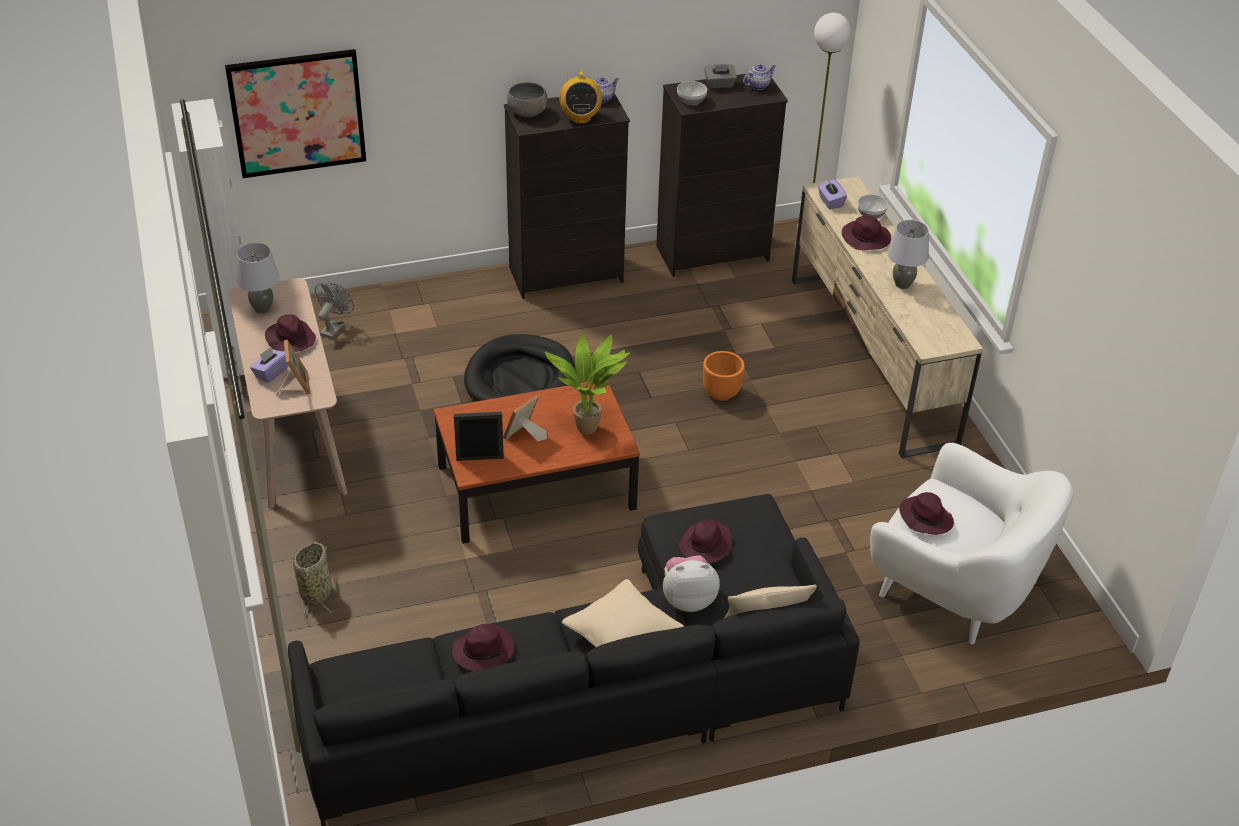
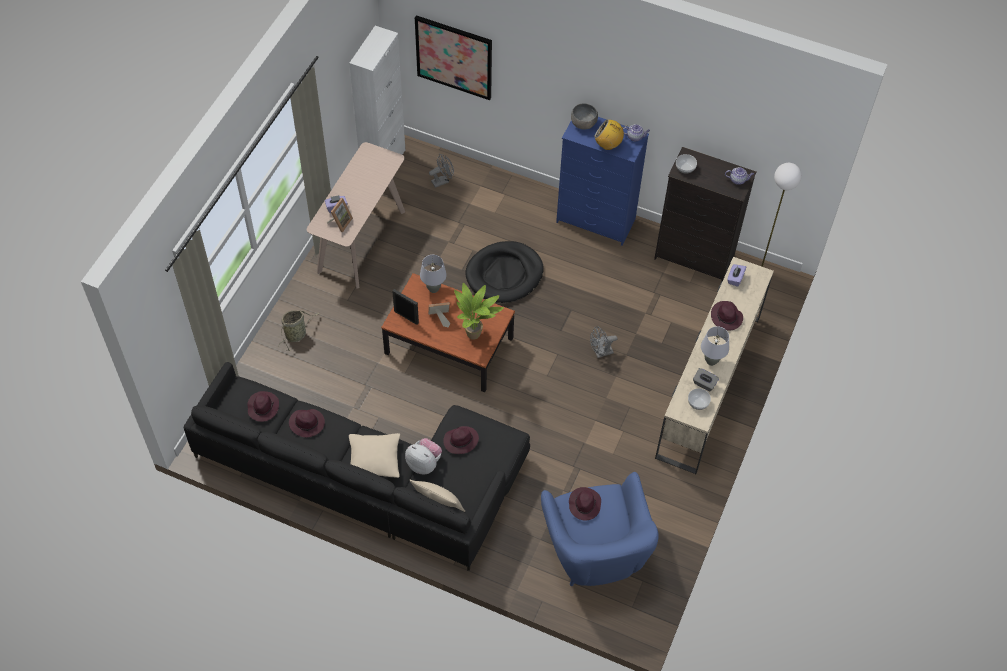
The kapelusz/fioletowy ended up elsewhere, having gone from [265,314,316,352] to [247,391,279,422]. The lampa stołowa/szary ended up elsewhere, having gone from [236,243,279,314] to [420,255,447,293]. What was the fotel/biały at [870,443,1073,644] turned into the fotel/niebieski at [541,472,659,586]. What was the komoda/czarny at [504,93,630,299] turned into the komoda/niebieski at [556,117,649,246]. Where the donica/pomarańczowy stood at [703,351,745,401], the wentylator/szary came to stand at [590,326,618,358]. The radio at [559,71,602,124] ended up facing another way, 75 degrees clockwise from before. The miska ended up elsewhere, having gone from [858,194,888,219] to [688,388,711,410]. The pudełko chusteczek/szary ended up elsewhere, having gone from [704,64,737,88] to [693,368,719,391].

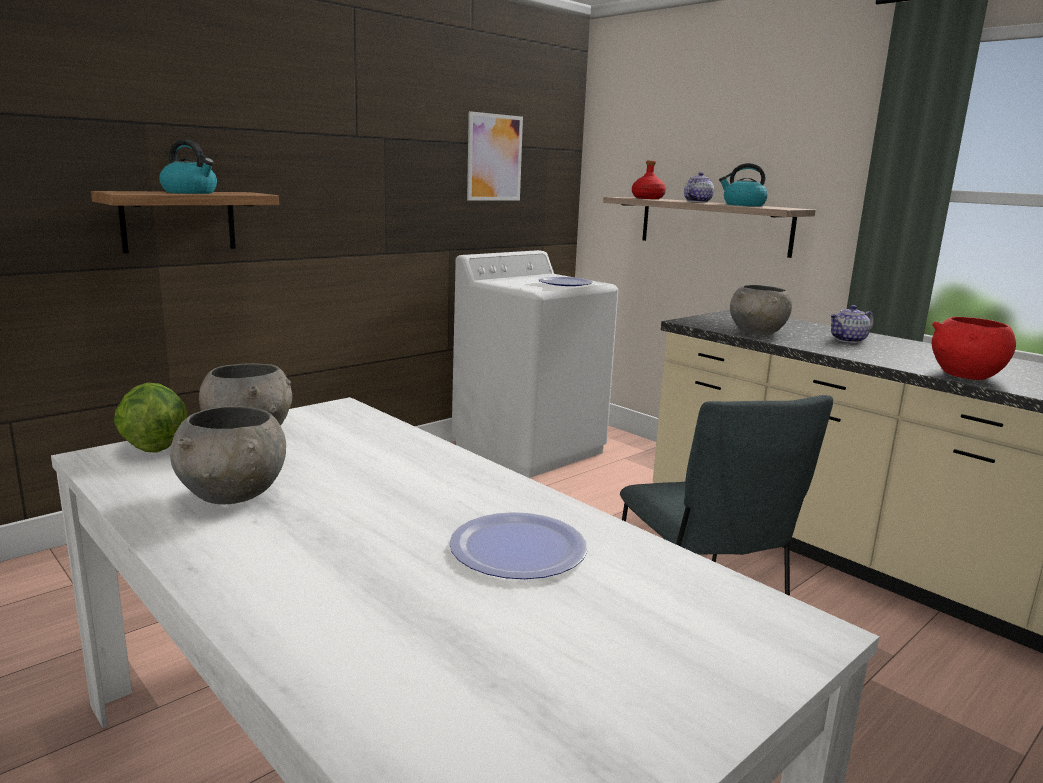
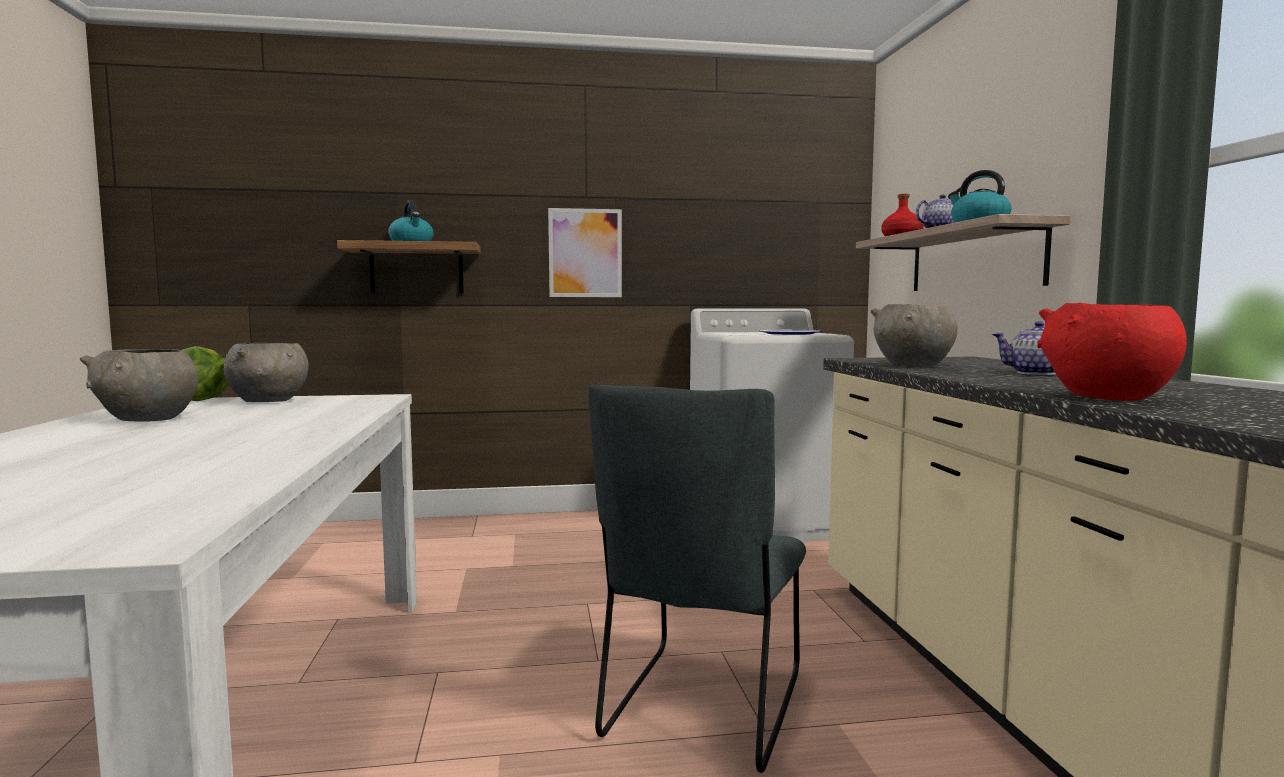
The obraz ended up elsewhere, having gone from [467,111,523,201] to [548,208,622,297]. The second view lost the talerz at [449,512,587,579].

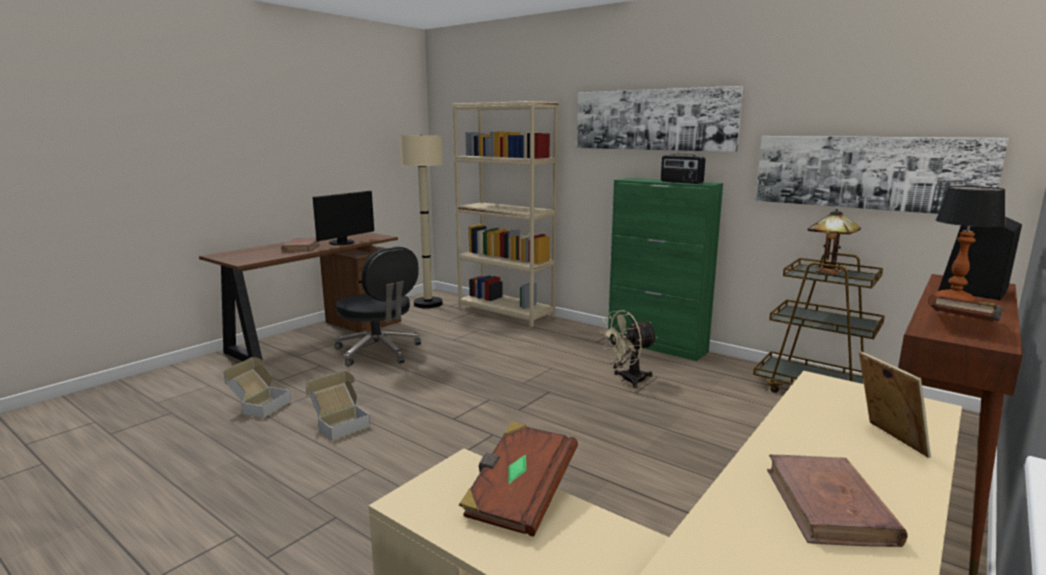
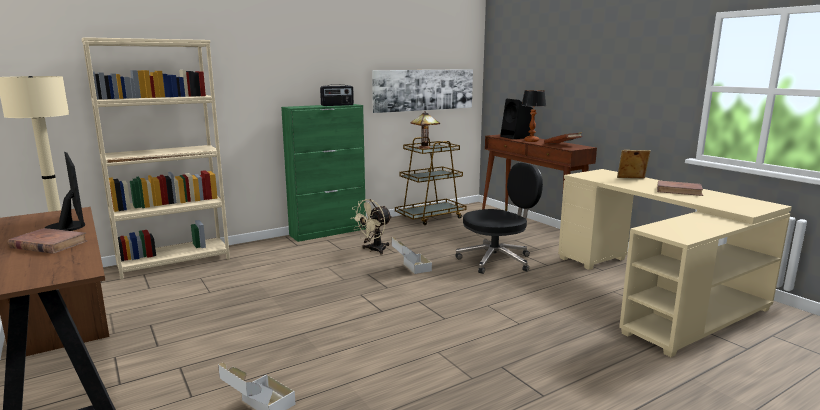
The wentylator/beżowy at [601,310,658,388] ended up facing another way, 45 degrees clockwise from before. The karton ended up elsewhere, having gone from [306,371,370,440] to [392,237,432,274]. The krzesło biurowe/czarny ended up elsewhere, having gone from [334,247,421,367] to [455,163,543,274]. The second view lost the książka/brązowy at [459,421,578,537]. The second view lost the obraz at [577,86,743,152].

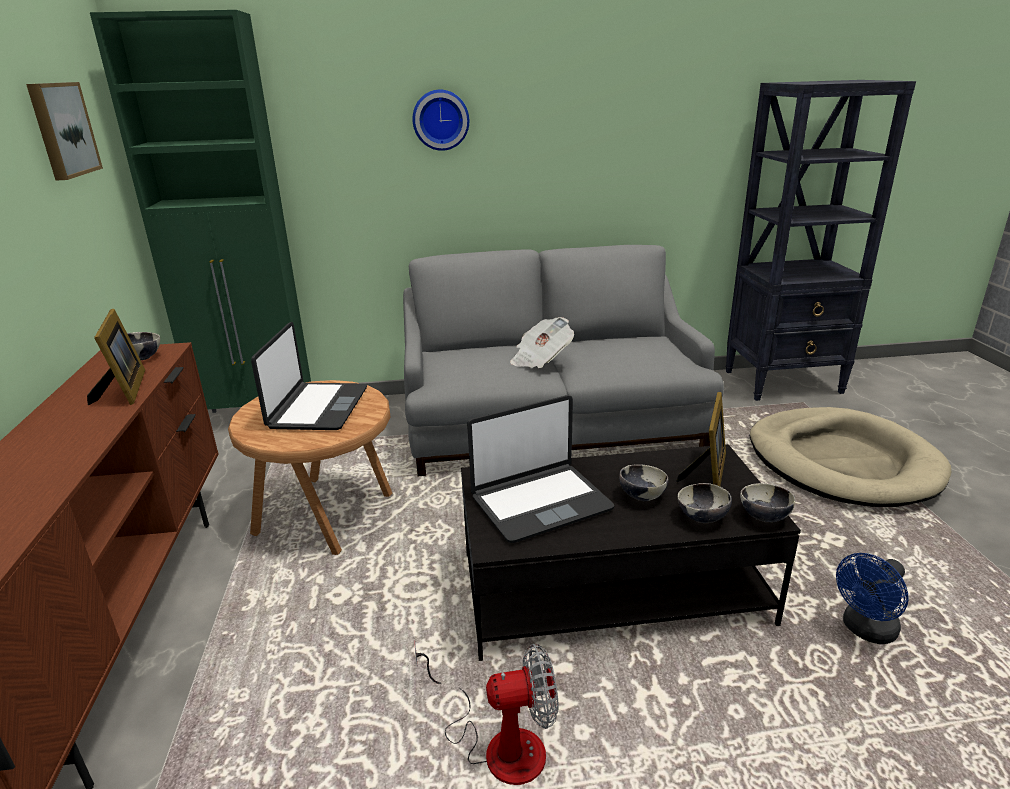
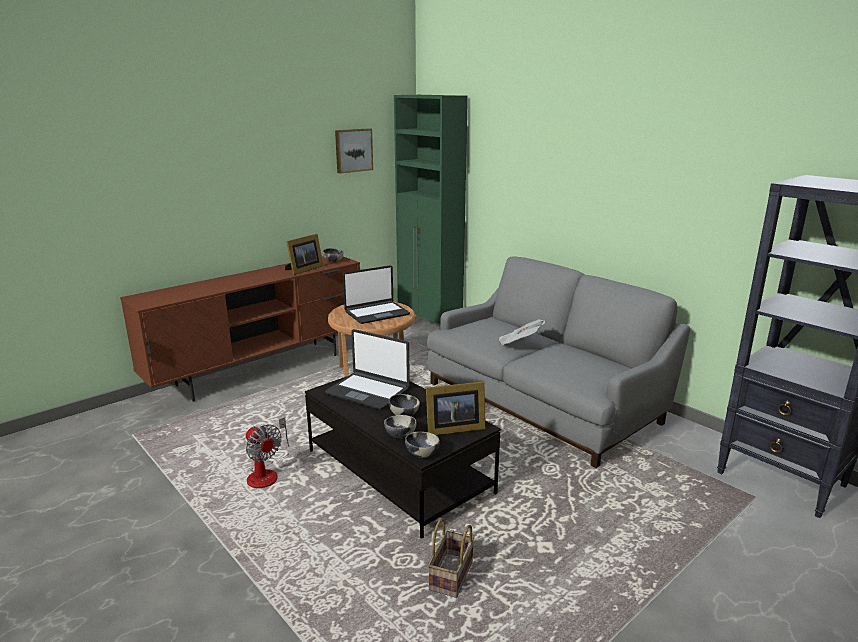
Where the wentylator/niebieski stood at [836,553,909,644], the koszyk came to stand at [428,518,474,598]. The second view lost the zegar ścienny at [412,90,469,151]. The second view lost the legowisko/beżowy at [750,407,951,507].

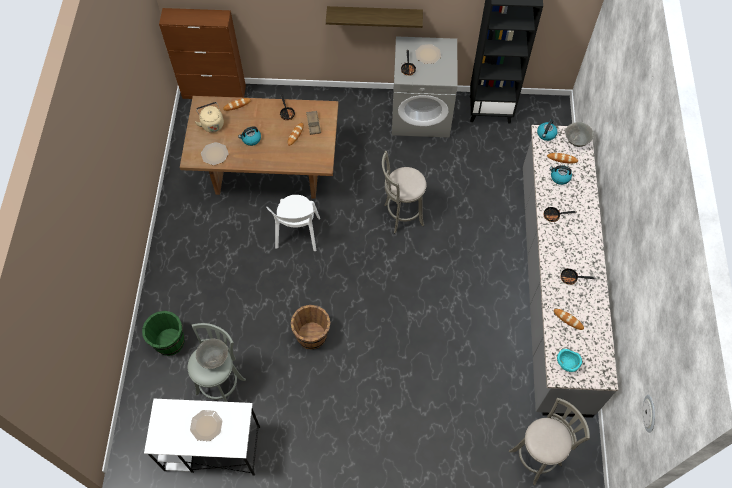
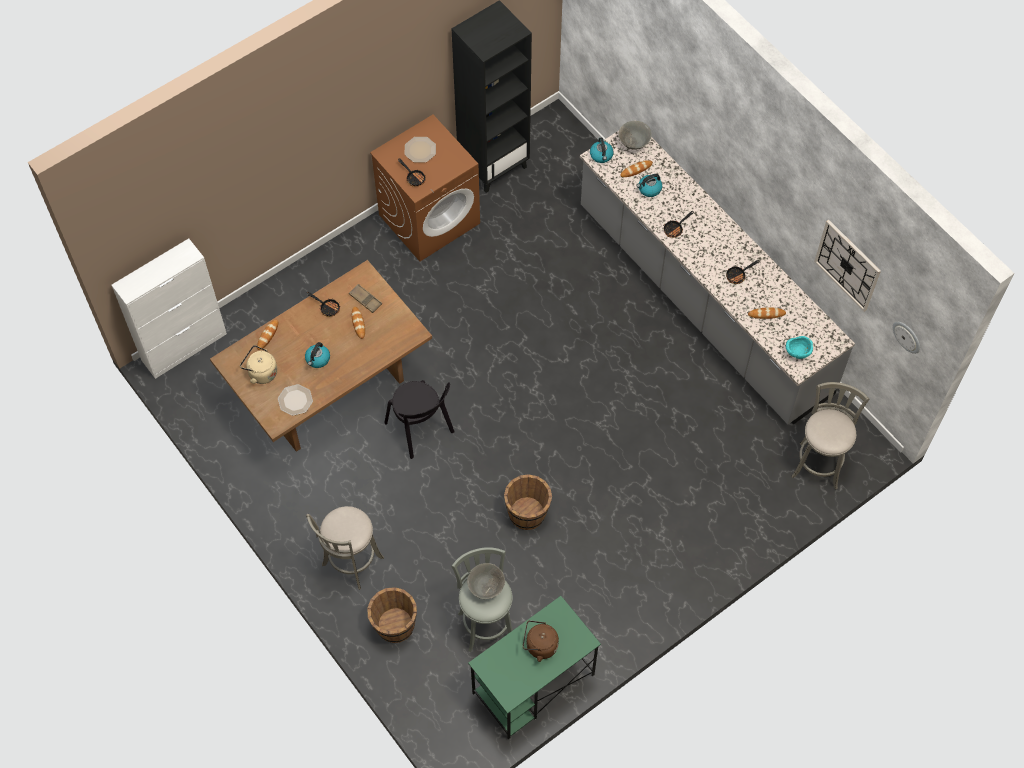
What was the szafka/brązowy at [159,8,246,99] turned into the szafka/biały at [112,238,227,379]. The stołek/szary ended up elsewhere, having gone from [382,151,426,234] to [306,506,384,590]. What was the wiadro/zielony at [142,311,185,356] turned into the wiadro/brązowy at [367,587,417,643]. What was the pralka/szary at [392,36,458,138] turned into the pralka/brązowy at [370,115,480,261]. What was the krzesło/biały at [266,195,320,251] turned into the krzesło/czarny at [384,380,455,459]. What was the biurko/biały at [144,399,260,476] turned into the biurko/zielony at [468,596,601,739]. Where the talerz stood at [190,410,222,441], the czajnik/brązowy came to stand at [523,620,559,662]. The second view gained the zegar ścienny at [814,220,881,312]. The second view lost the półka at [326,6,423,28].

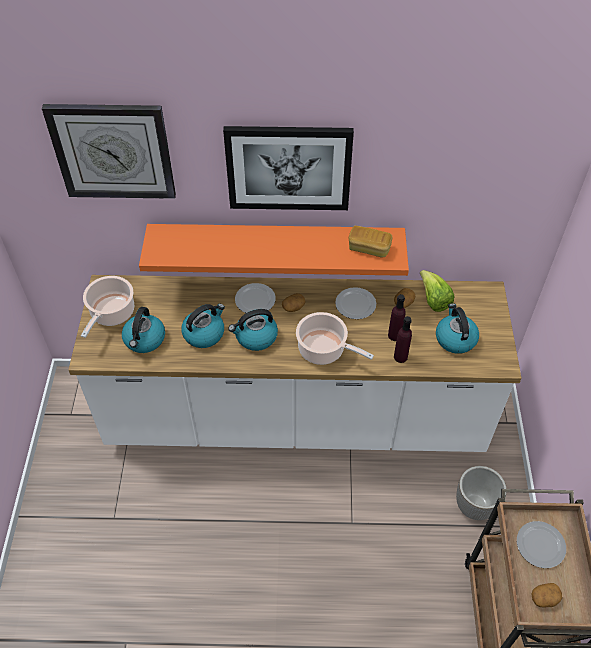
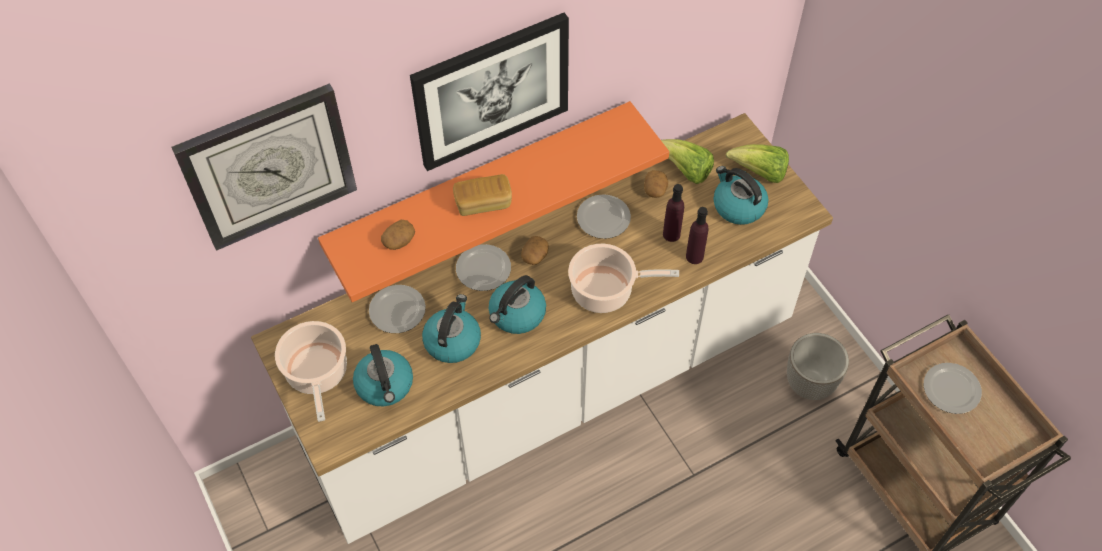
The second view gained the talerz at [369,285,426,333]. The ziemniak ended up elsewhere, having gone from [531,583,562,607] to [381,220,415,250]. The chleb ended up elsewhere, having gone from [349,226,392,257] to [453,174,512,216]. The second view gained the sałata at [726,144,789,183].

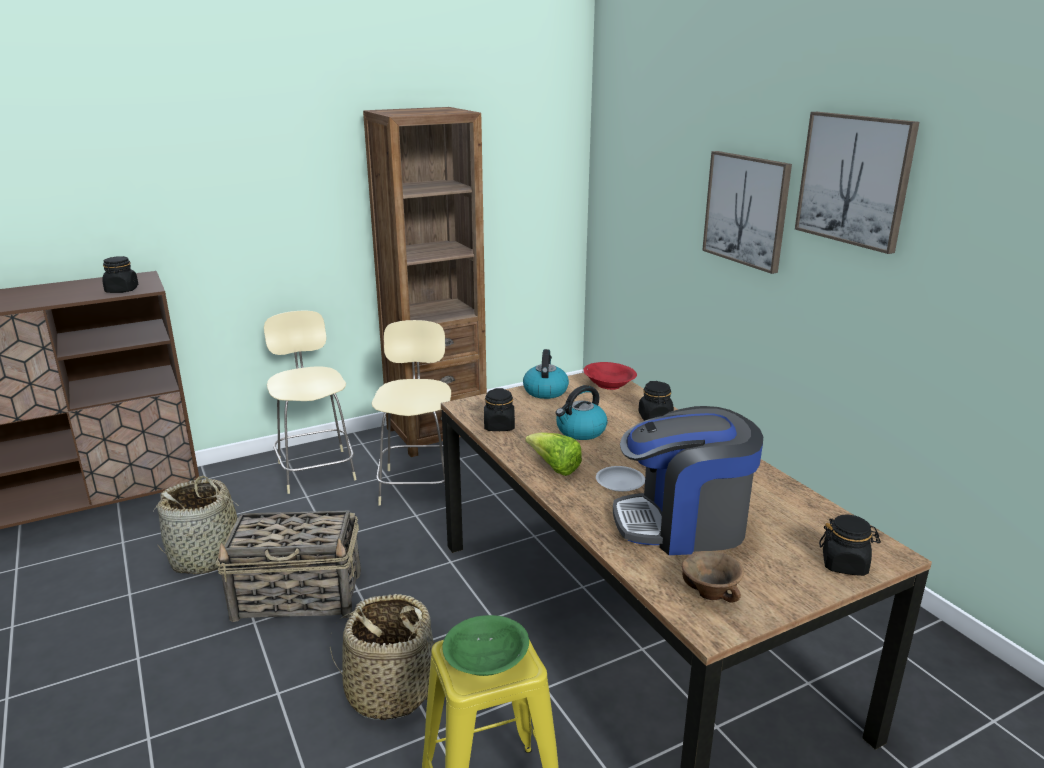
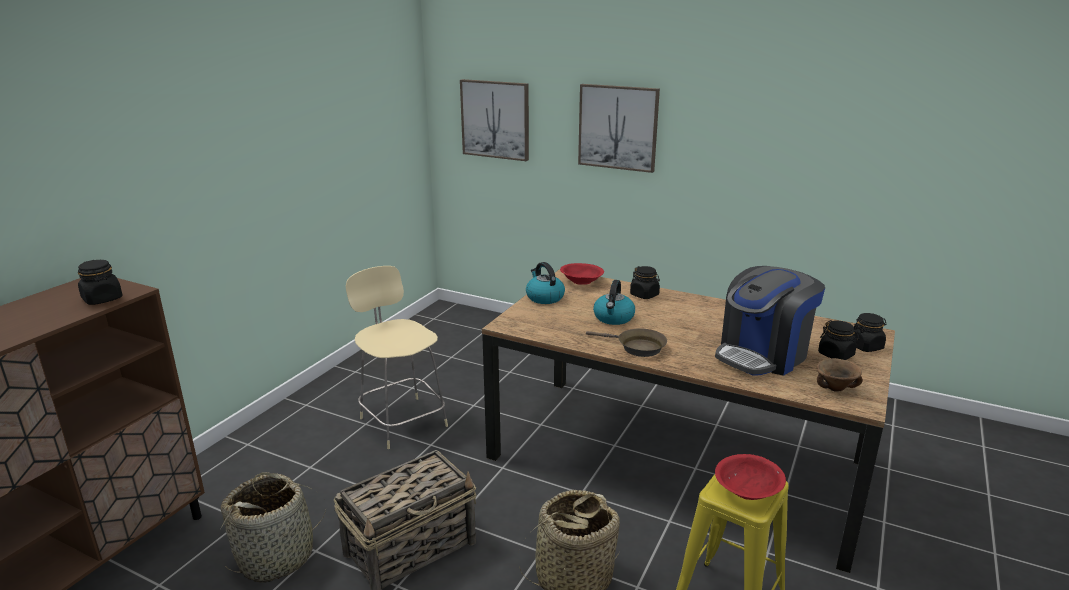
The obraz ended up elsewhere, having gone from [795,112,919,254] to [460,79,529,161]. Where the sałata stood at [525,432,582,476], the patelnia/brązowy came to stand at [586,328,667,357]. What was the miska/zielony at [442,615,529,676] turned into the miska/czerwony at [715,454,786,500]. The słoik/czarny ended up elsewhere, having gone from [484,388,515,431] to [818,320,859,360]. The second view lost the krzesło/beżowy at [264,311,357,494]. The second view lost the regał/brązowy at [363,107,487,457]. The second view lost the talerz/biały at [596,466,645,492].

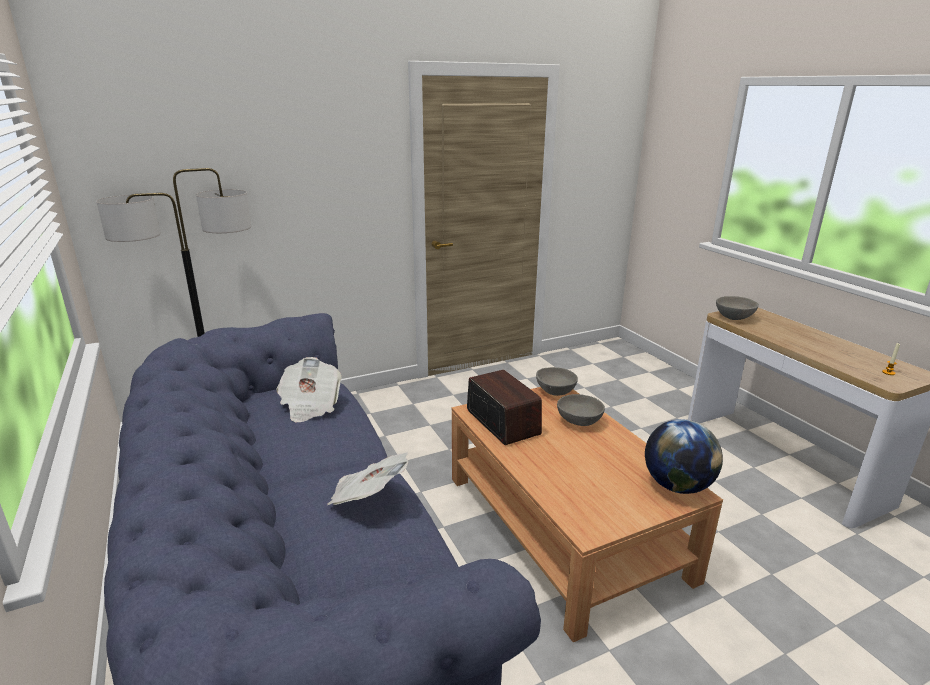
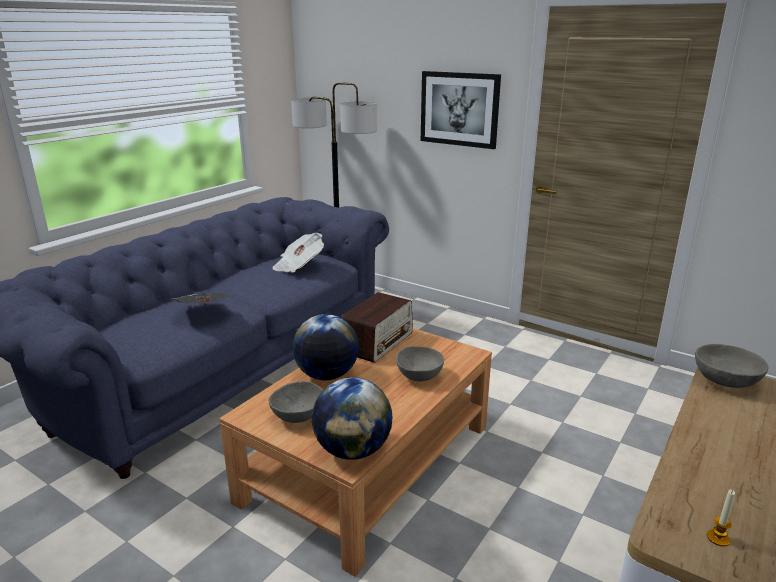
The miska/szary ended up elsewhere, having gone from [536,367,578,396] to [268,381,323,423]. The second view gained the globus at [293,314,359,380]. The second view gained the obraz at [421,71,501,149].

